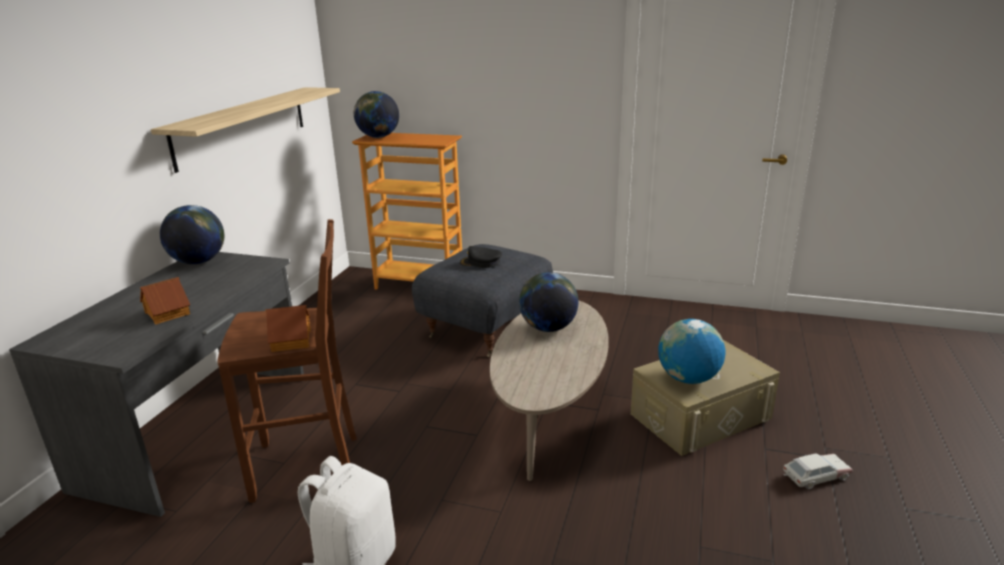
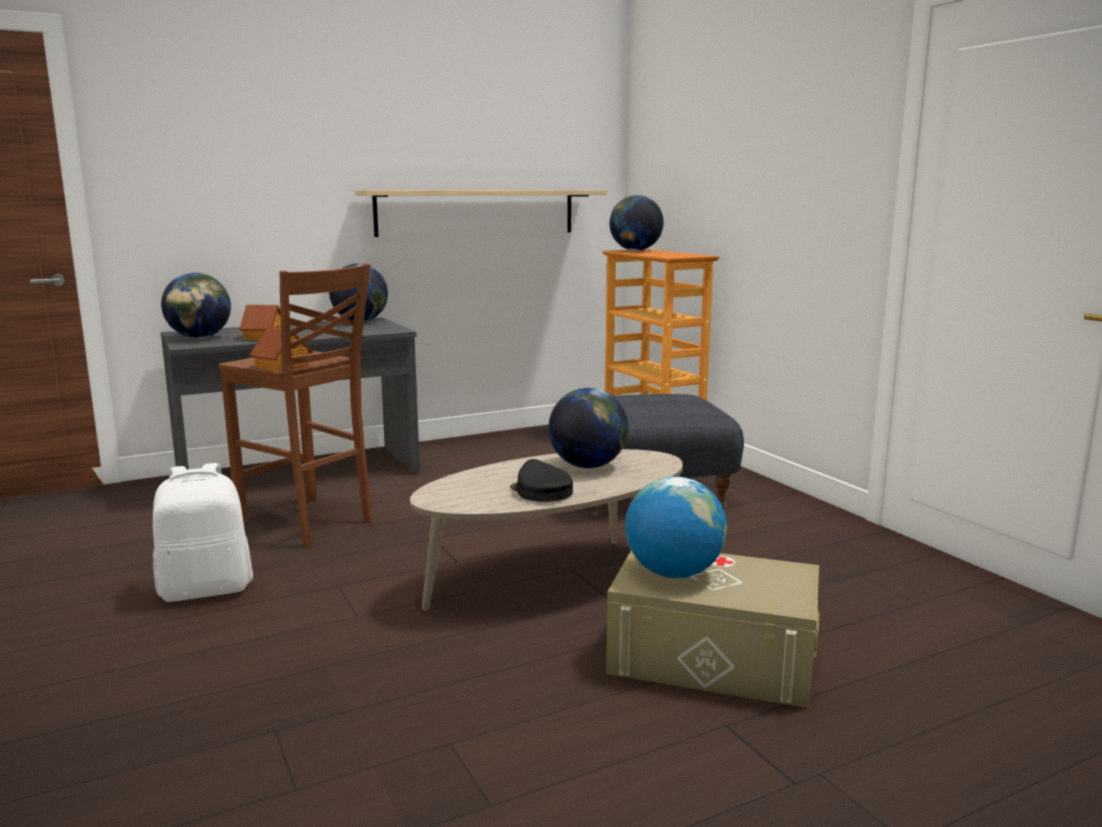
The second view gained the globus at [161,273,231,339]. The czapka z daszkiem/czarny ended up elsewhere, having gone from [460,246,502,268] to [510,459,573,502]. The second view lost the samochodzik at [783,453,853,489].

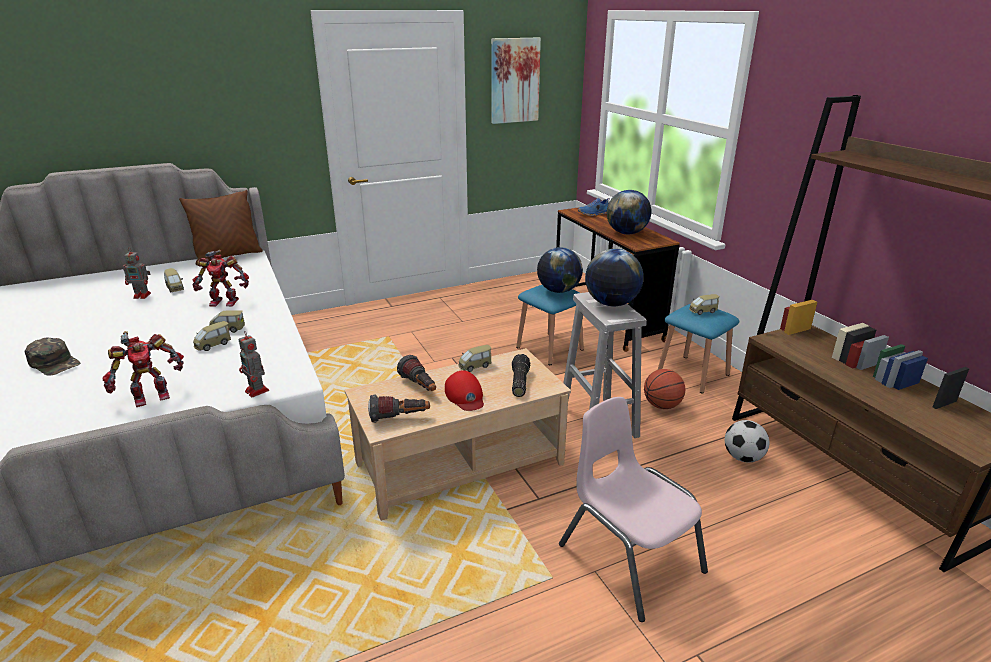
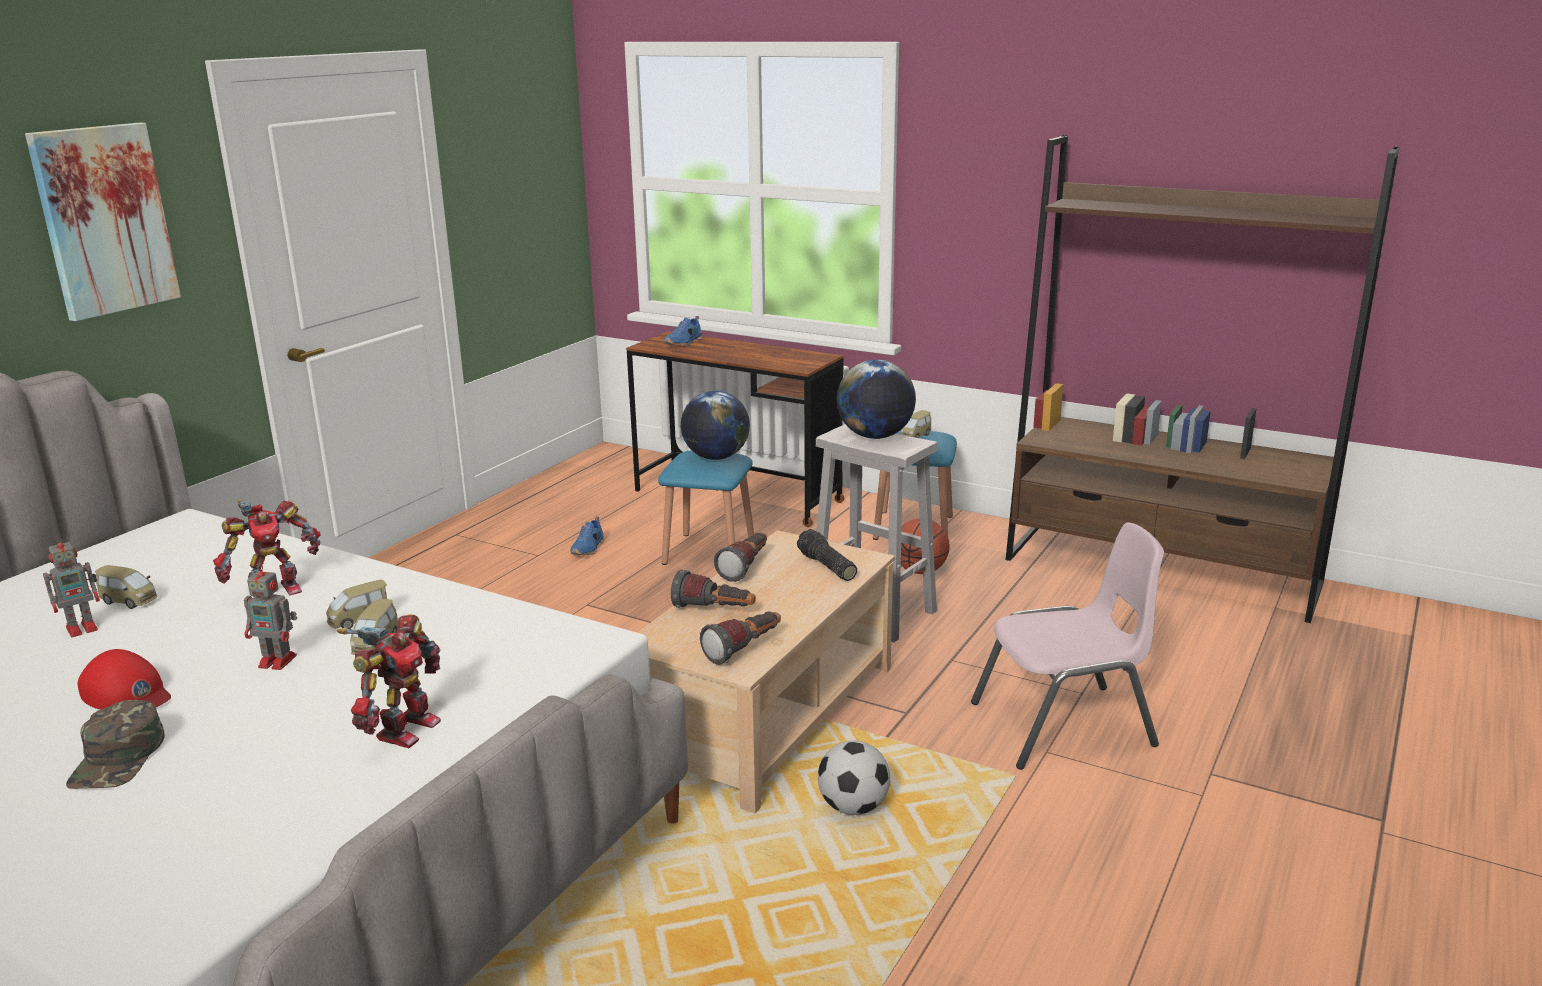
The obraz ended up elsewhere, having gone from [491,37,541,124] to [25,123,181,321]. The czapka z daszkiem/zielony at [24,338,80,376] ended up facing another way, 90 degrees clockwise from before. The czapka z daszkiem/czerwony ended up elsewhere, having gone from [445,370,484,411] to [78,649,171,710]. The robot zabawkowy ended up elsewhere, having gone from [239,331,269,397] to [244,563,297,670]. The second view gained the but/niebieski at [571,517,604,555]. Where the samochodzik stood at [458,345,492,372], the latarka came to stand at [714,533,767,582]. The piłka futbolowa ended up elsewhere, having gone from [725,420,769,462] to [818,741,890,815]. The krzesło/różowy at [559,397,708,622] ended up facing another way, 150 degrees clockwise from before. The second view lost the poduszka/brązowy at [179,190,263,265]. The second view lost the globus at [607,190,651,234].

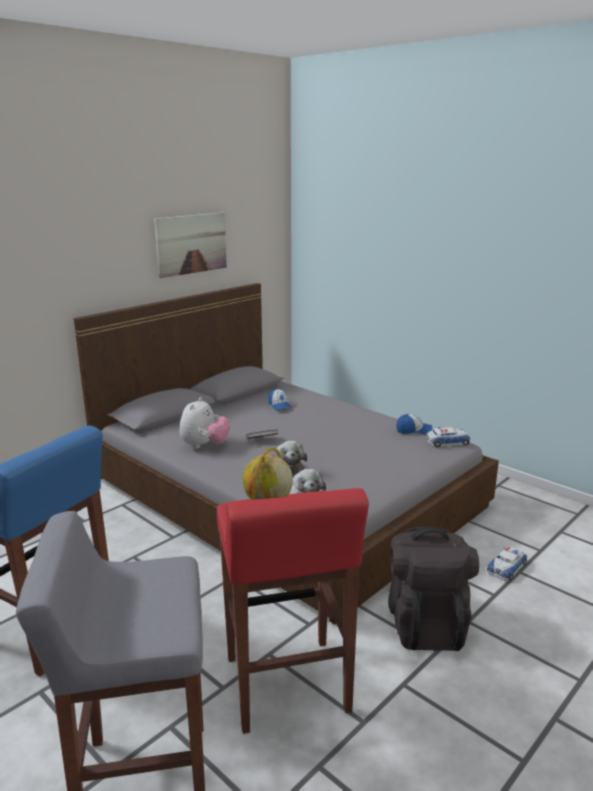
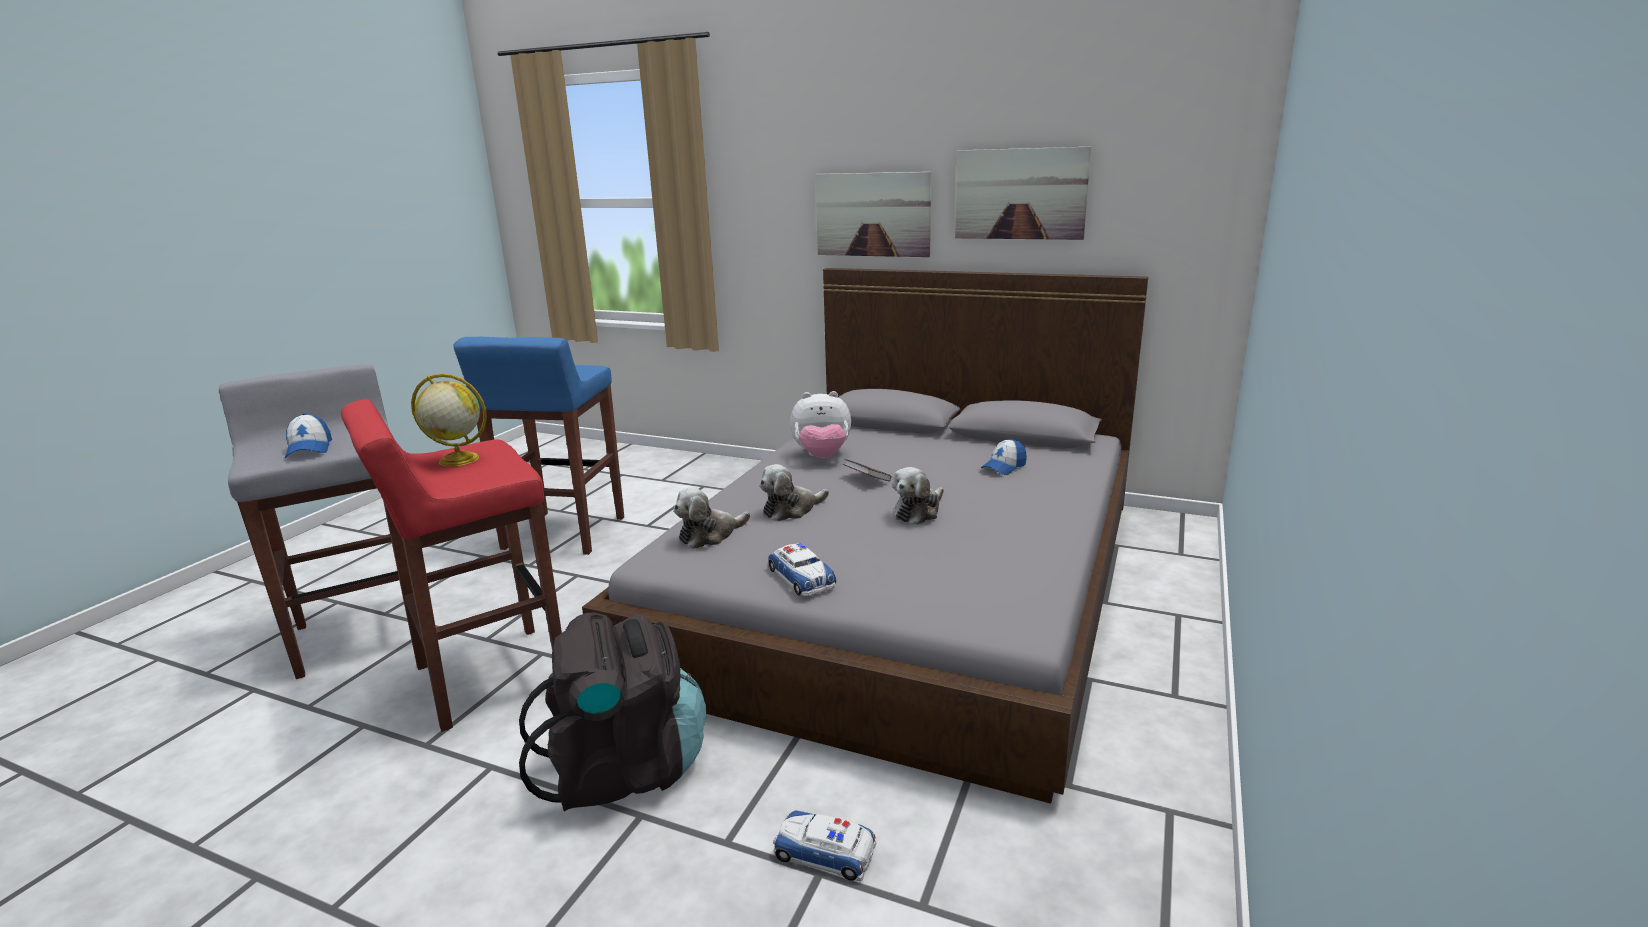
The czapka z daszkiem ended up elsewhere, having gone from [396,414,432,434] to [285,413,332,458]. The samochodzik ended up elsewhere, having gone from [426,427,470,447] to [768,543,836,596]. The second view gained the obraz at [815,172,931,257]. The second view gained the pluszak at [892,467,944,525].

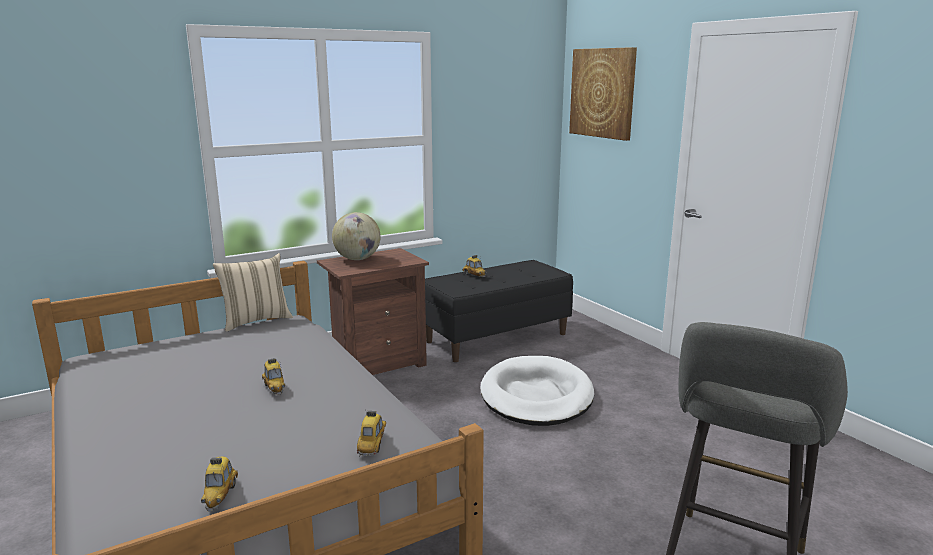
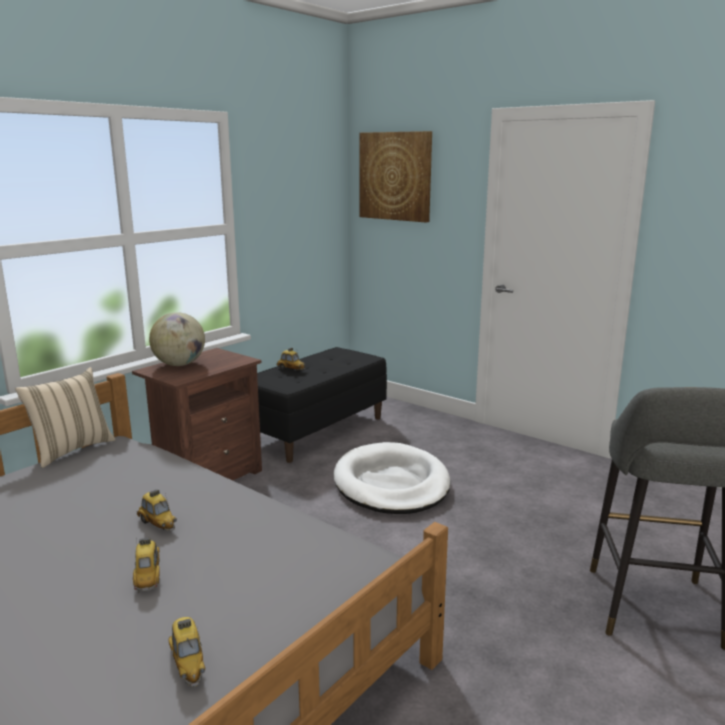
The samochodzik ended up elsewhere, having gone from [357,411,386,457] to [133,537,160,593].

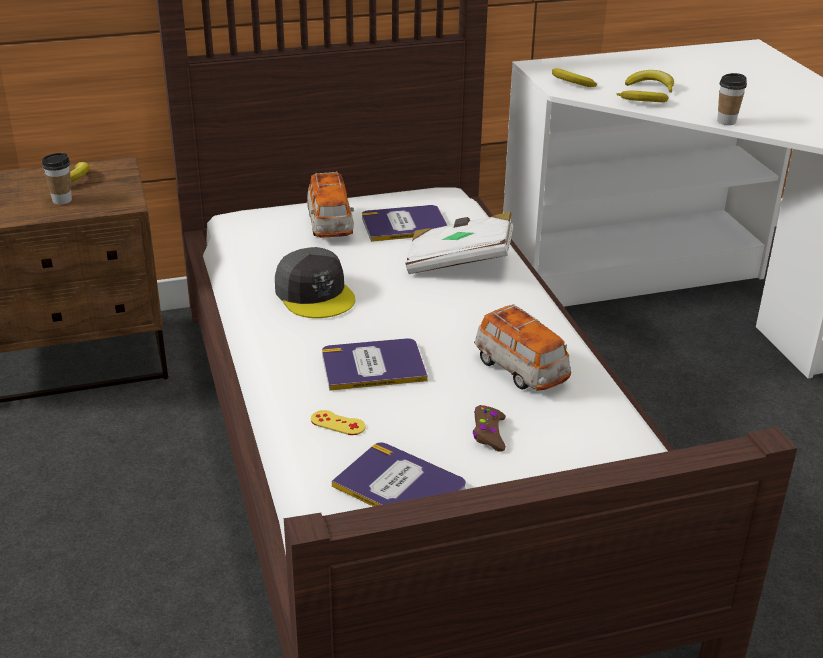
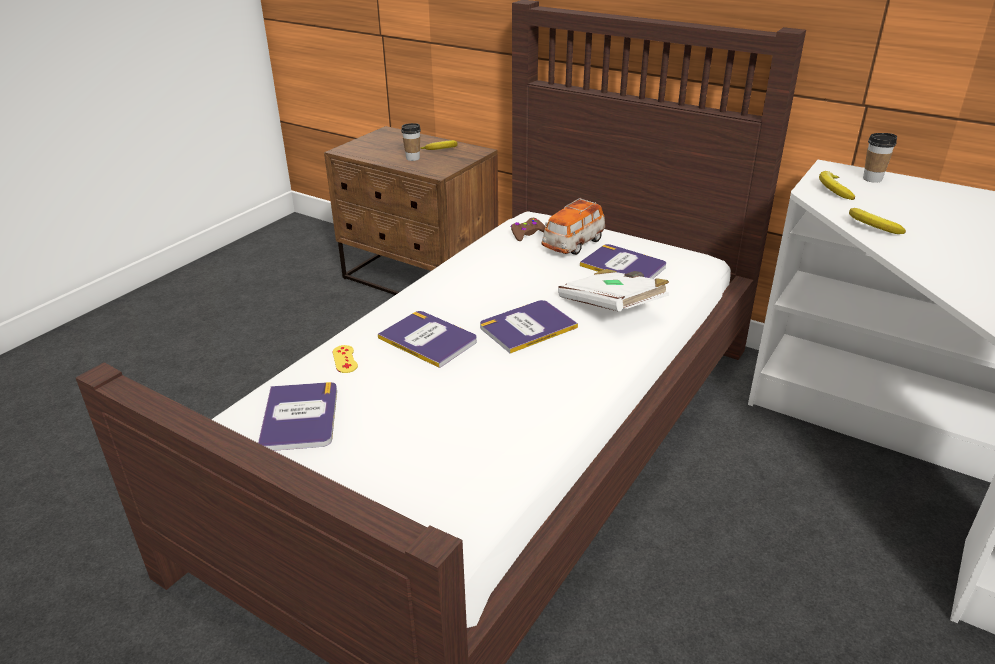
The second view gained the książka at [480,300,578,354]. The pad do gier/brązowy ended up elsewhere, having gone from [473,405,506,451] to [511,218,546,241]. The filiżanka ended up elsewhere, having gone from [717,73,747,125] to [863,133,897,183]. The second view lost the czapka z daszkiem/szary at [275,247,355,318]. The second view lost the samochodzik at [474,304,571,391]. The second view lost the banan at [625,70,674,93].

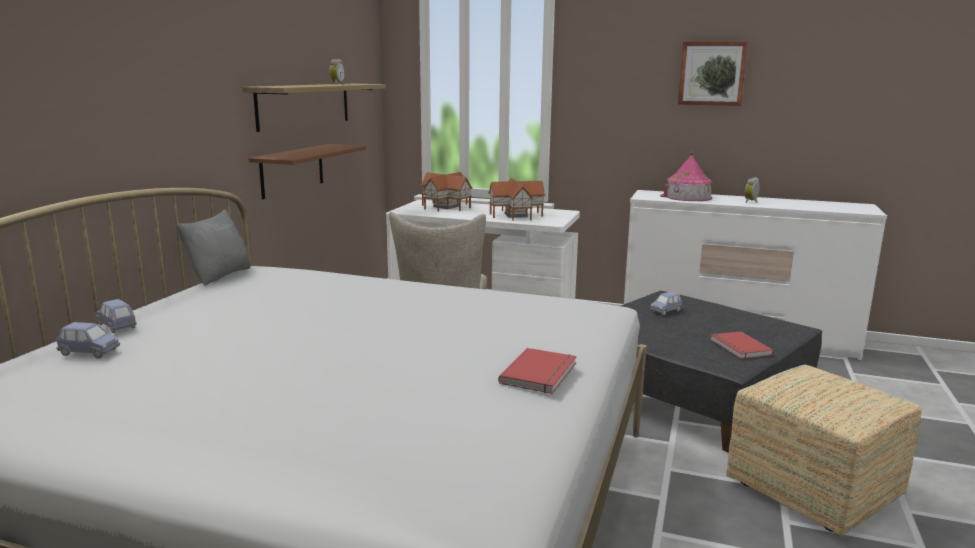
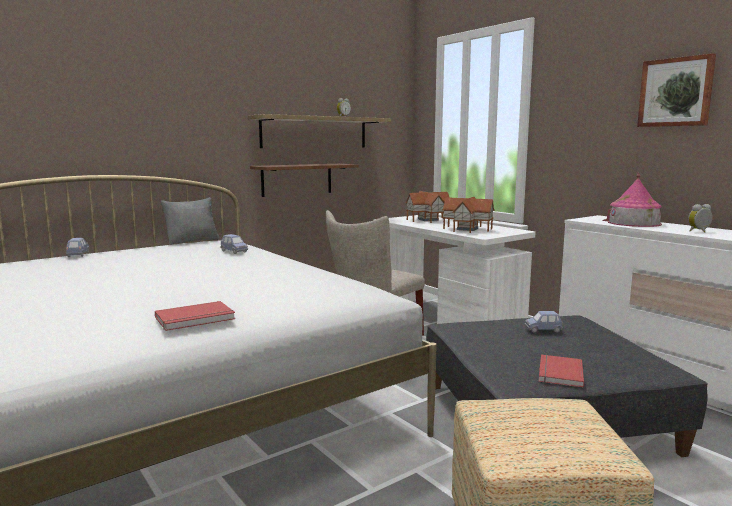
The samochodzik/niebieski ended up elsewhere, having gone from [56,322,120,358] to [220,234,248,254].

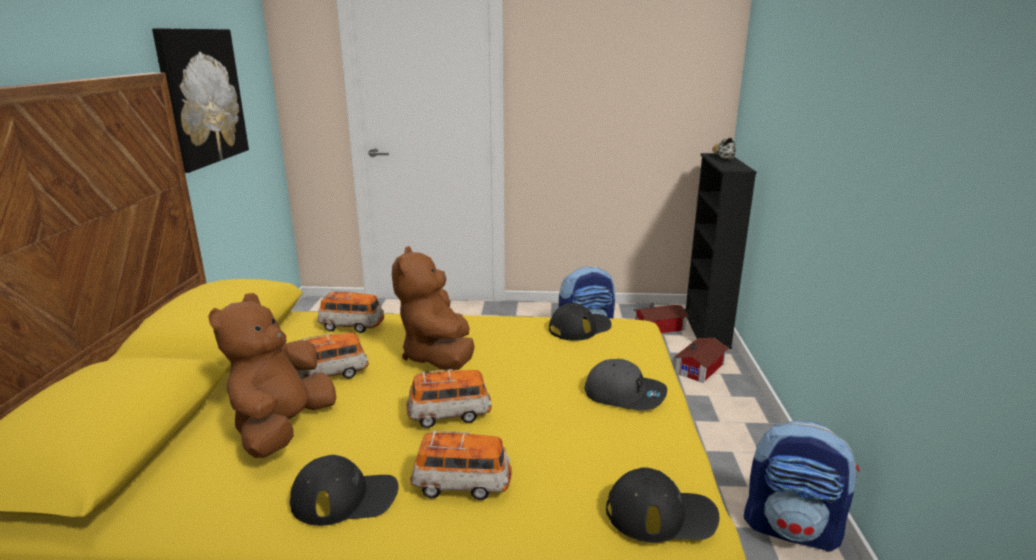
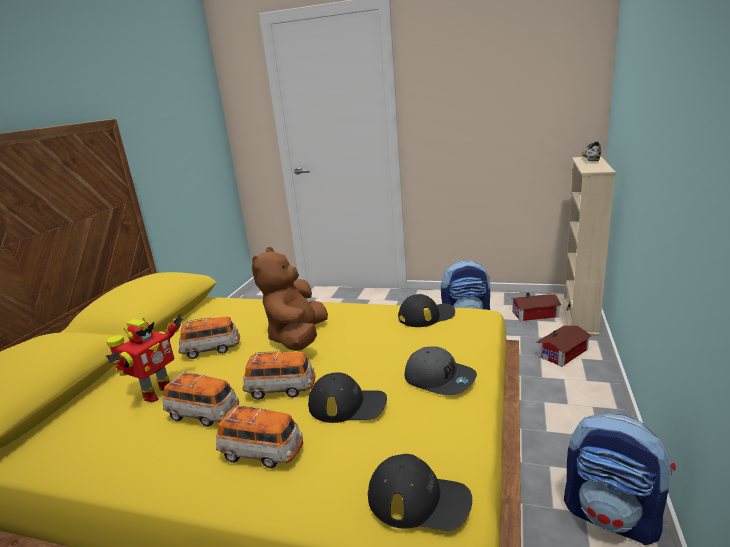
Where the pluszak/brązowy stood at [208,293,336,458], the robot zabawkowy came to stand at [106,314,183,402]. The samochodzik ended up elsewhere, having gone from [317,290,384,333] to [163,372,239,427]. The czapka z daszkiem/czarny ended up elsewhere, having gone from [290,455,398,526] to [308,372,387,423]. What was the regał/czarny at [684,153,757,349] turned into the regał/beżowy at [563,156,616,336]. The second view lost the obraz at [152,28,249,173].

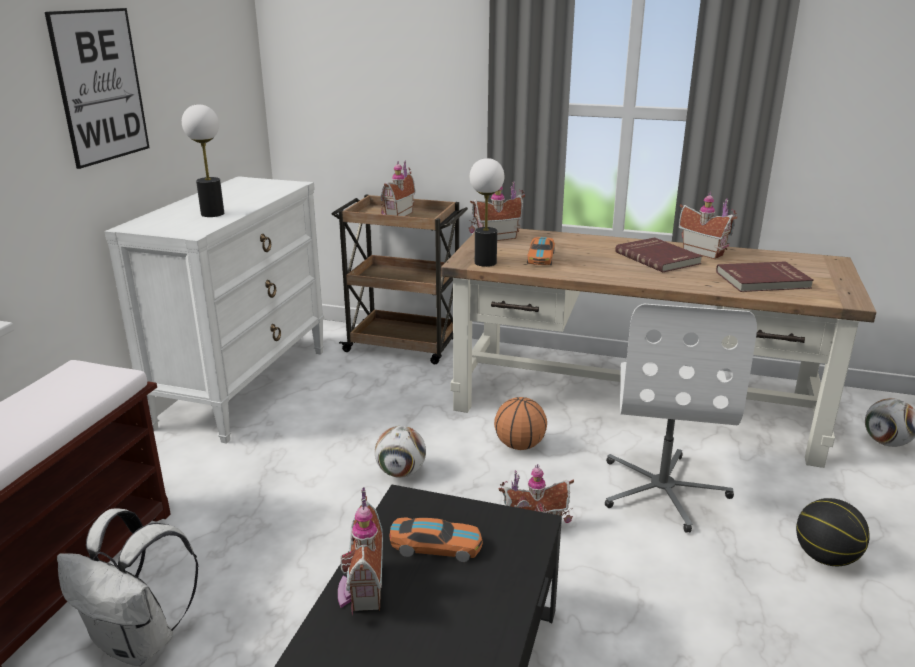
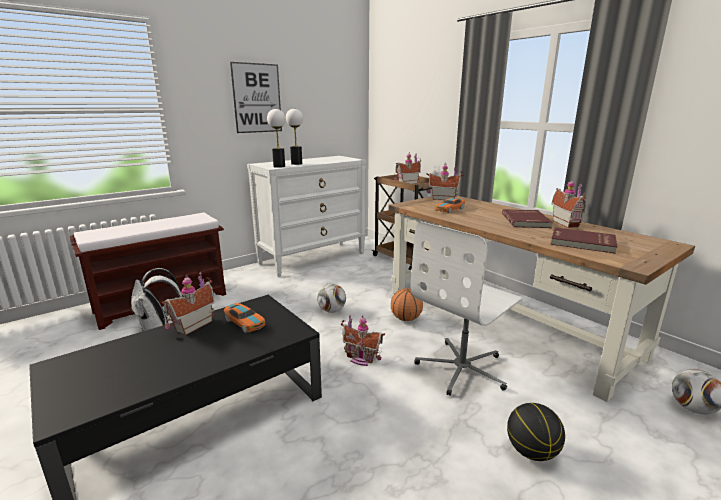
The lampa stołowa ended up elsewhere, having gone from [470,158,504,267] to [267,109,286,168].

